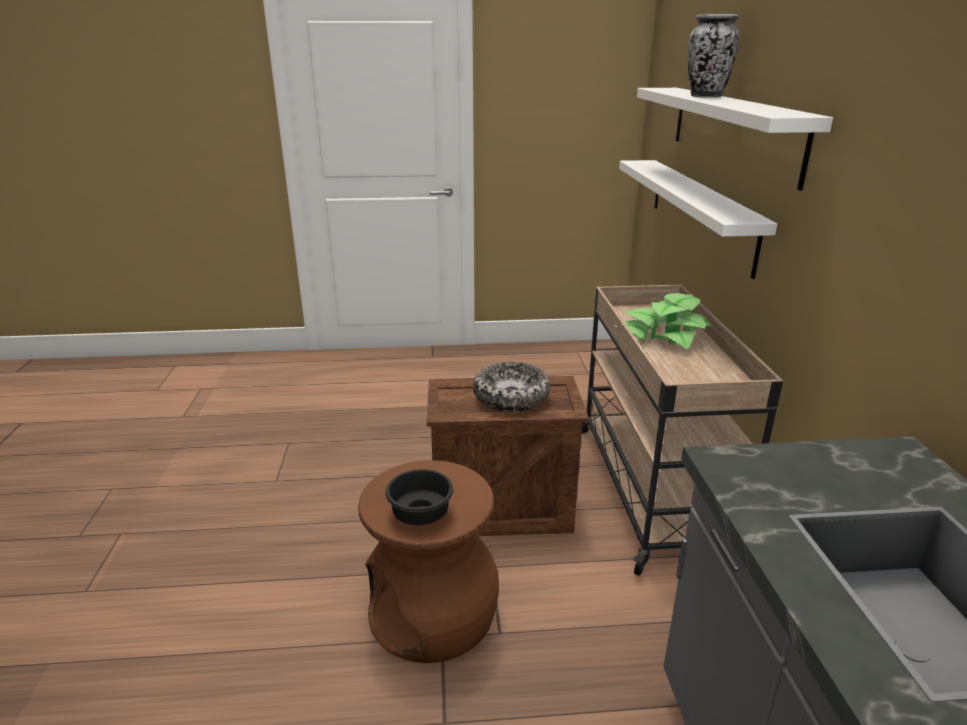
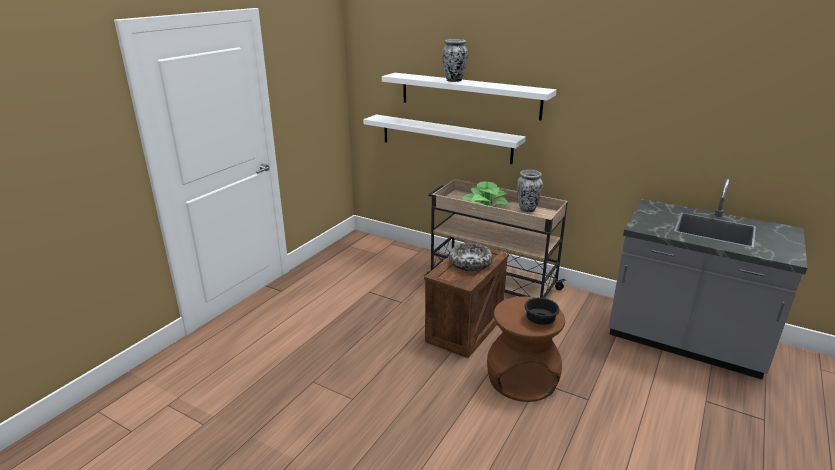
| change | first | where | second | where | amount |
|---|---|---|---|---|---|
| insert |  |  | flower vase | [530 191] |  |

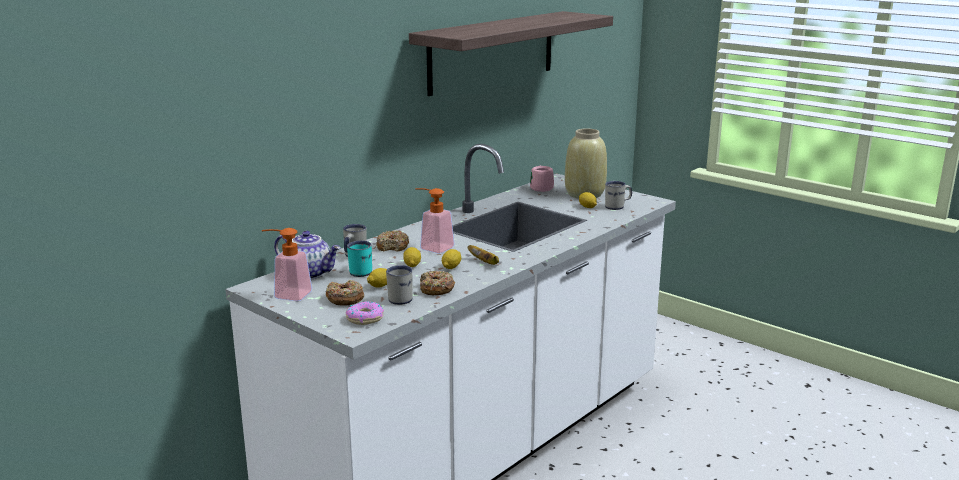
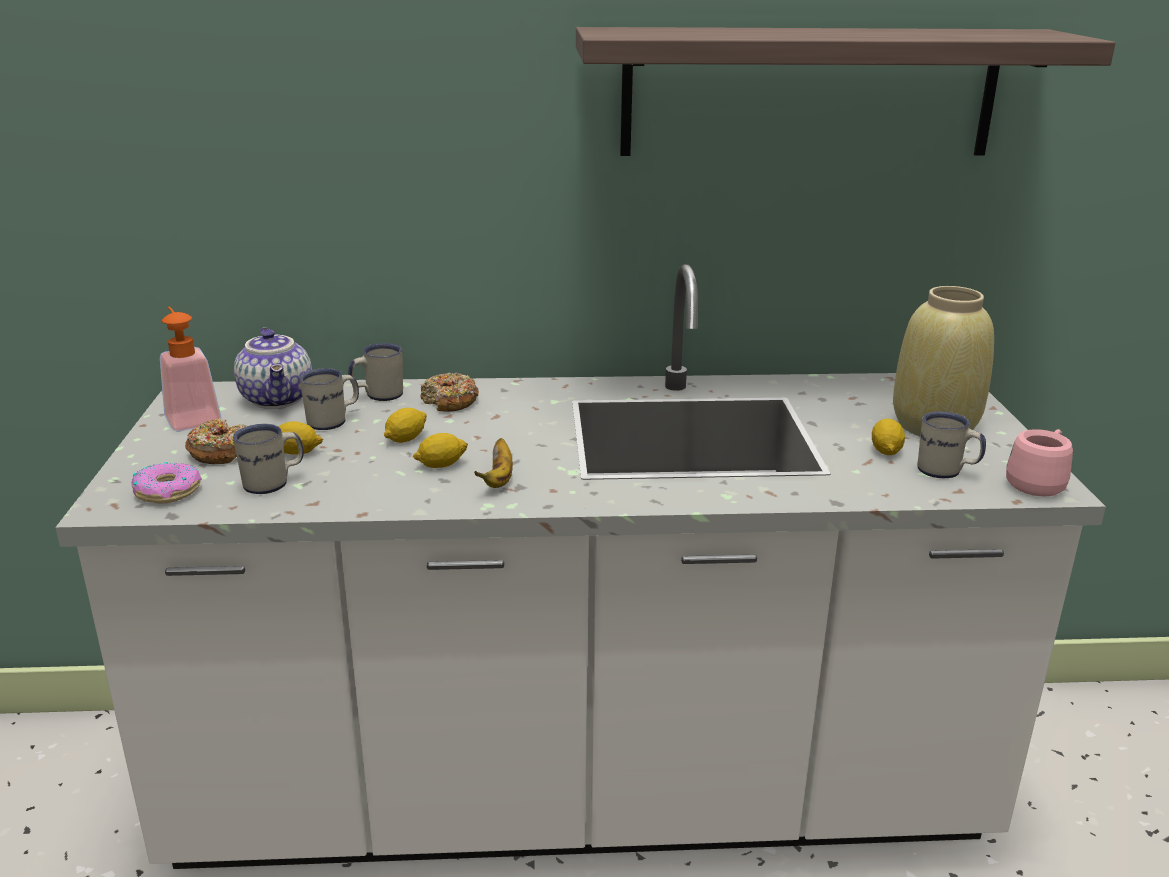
| change | first | where | second | where | amount |
|---|---|---|---|---|---|
| recolor | turquoise-coloured tea mug | [359 259] | whitish tea mug | [329 399] |  |
| delete | soap dispenser | [435 221] |  |  |  |
| delete | doughnut | [437 283] |  |  |  |
| move | pink tea mug | [542 179] |  | [1039 463] |  |

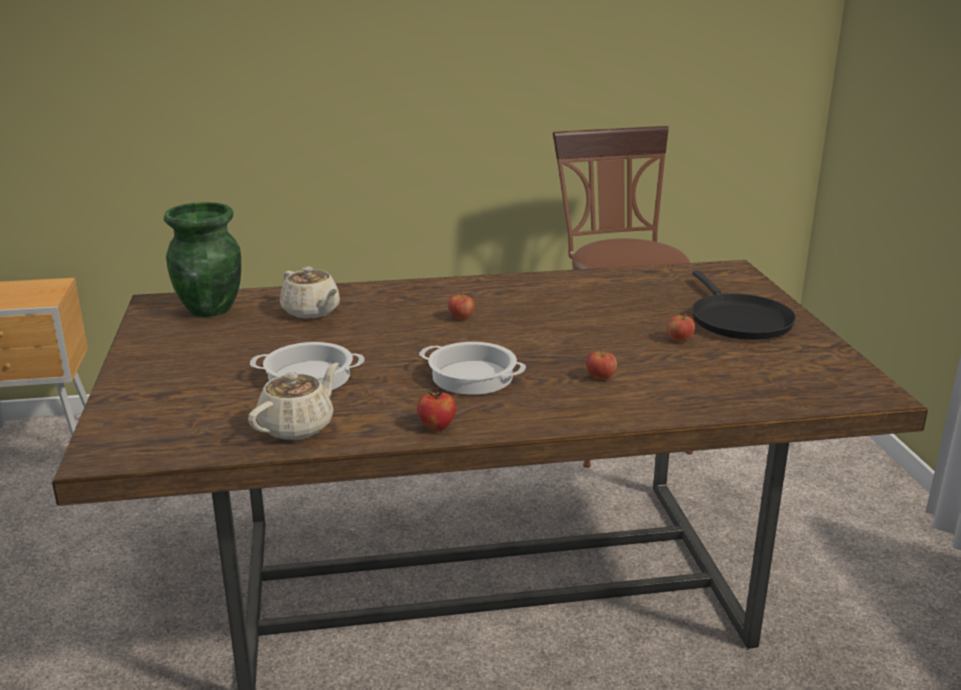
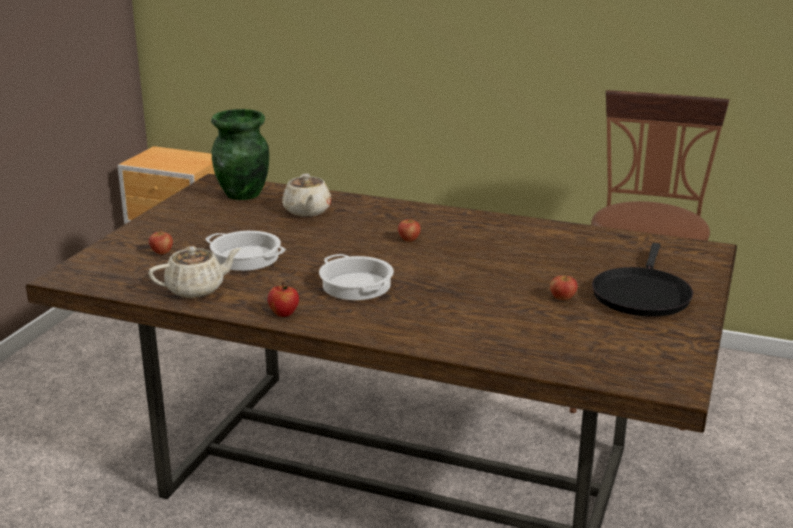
| change | first | where | second | where | amount |
|---|---|---|---|---|---|
| move | whole apple | [601 364] |  | [161 242] |  |

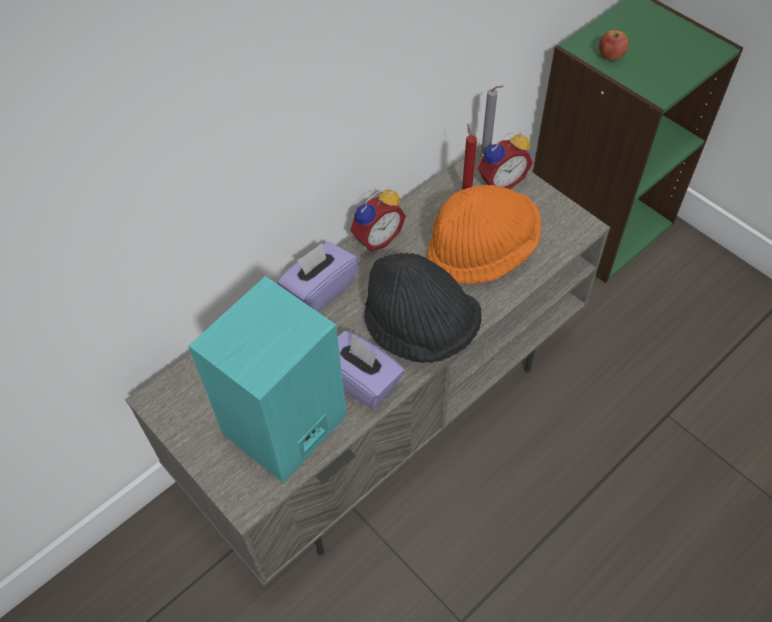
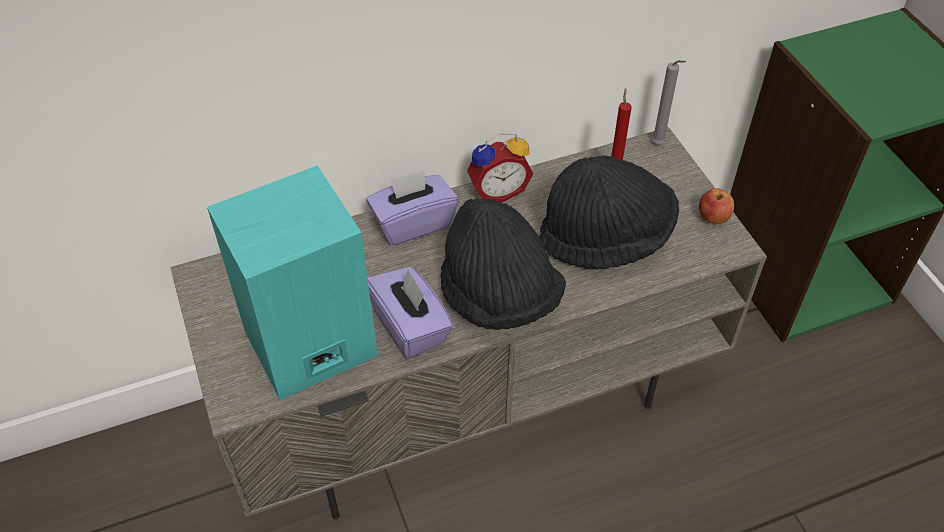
| change | first | where | second | where | amount |
|---|---|---|---|---|---|
| recolor | orangey hat | [484 234] | black hat | [609 212] |  |
| delete | alarm clock | [505 160] |  |  |  |
| move | whole apple | [614 45] |  | [716 206] |  |

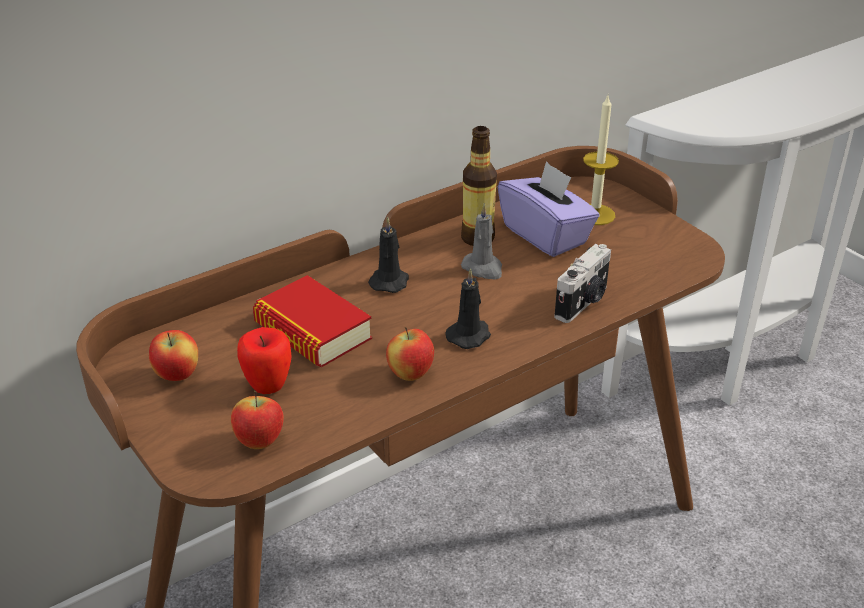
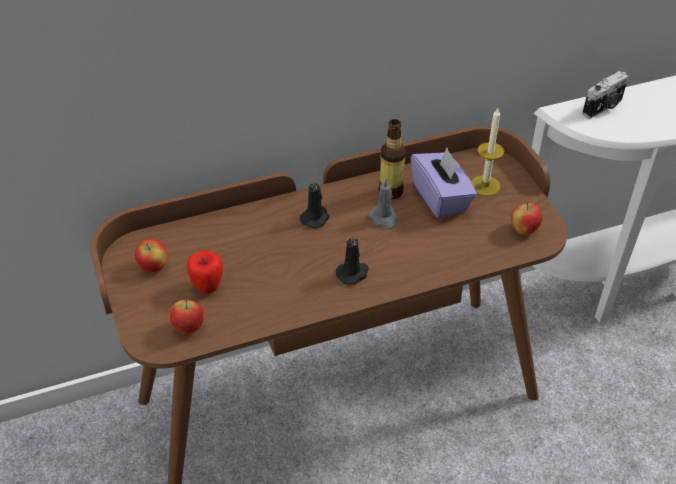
| change | first | where | second | where | amount |
|---|---|---|---|---|---|
| delete | volume | [312 321] |  |  |  |
| move | whole apple | [410 354] |  | [527 218] |  |
| move | photo camera | [582 283] |  | [605 95] |  |

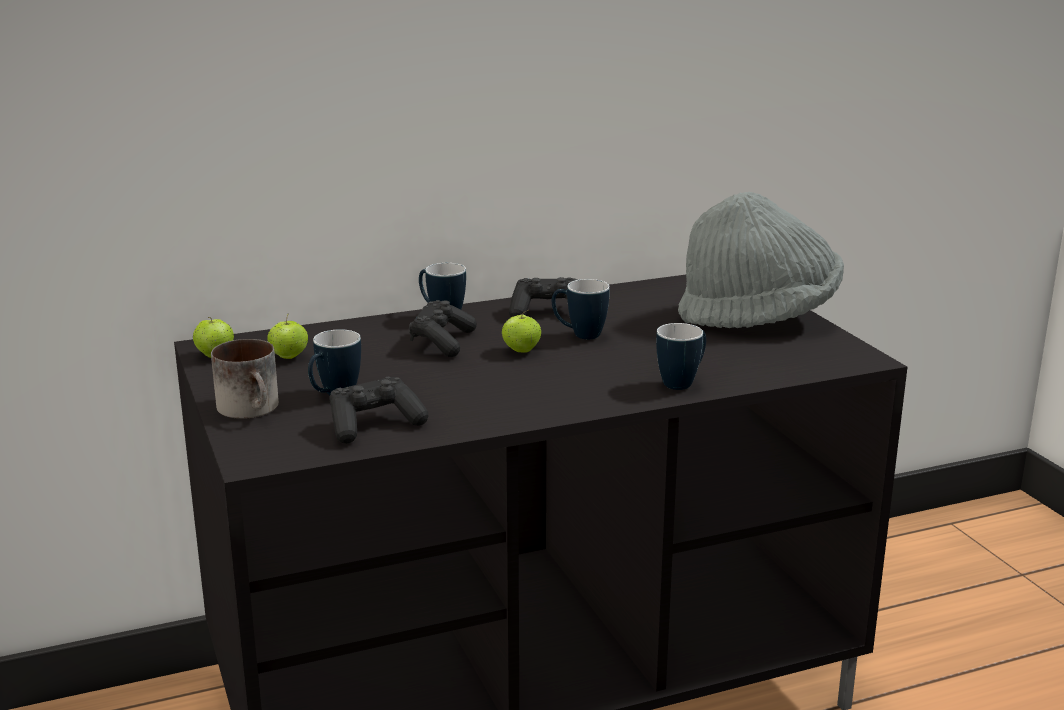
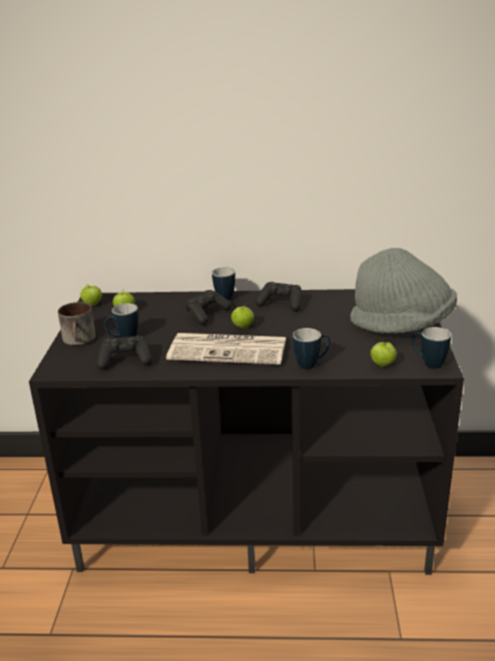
| change | first | where | second | where | amount |
|---|---|---|---|---|---|
| move | tea mug | [581 309] |  | [431 348] |  |
| insert |  |  | printed paper | [226 349] |  |
| insert |  |  | whole apple | [383 352] |  |

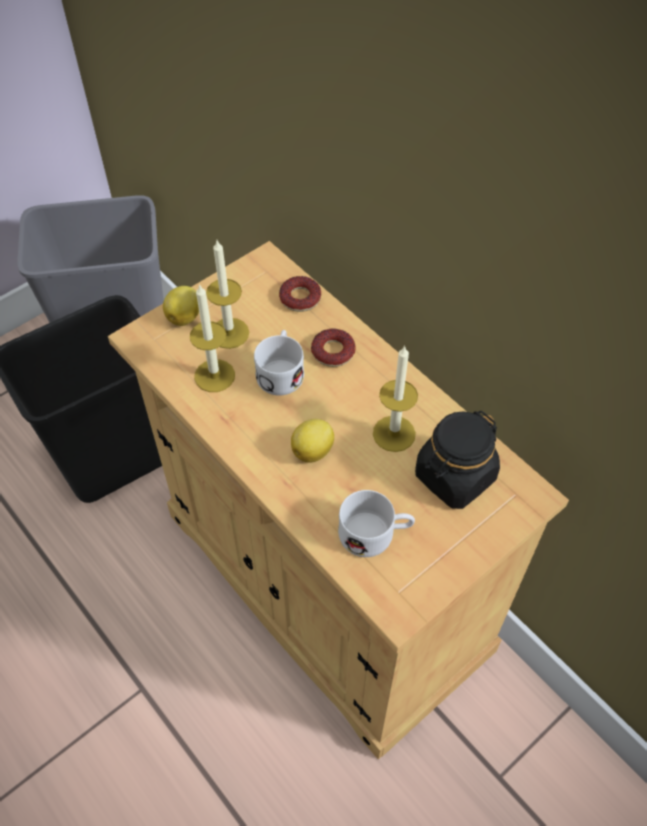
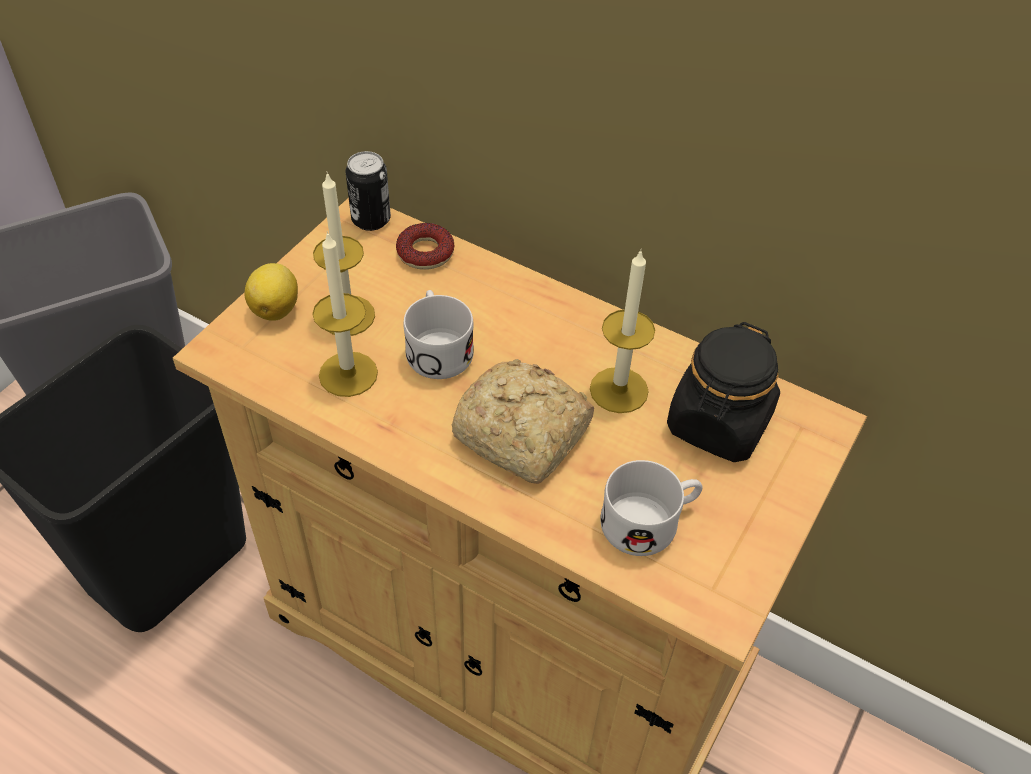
| change | first | where | second | where | amount |
|---|---|---|---|---|---|
| replace | whole lemon | [312 441] | bakery bread | [523 421] |  |
| delete | doughnut | [333 348] |  |  |  |
| insert |  |  | metal can | [368 191] |  |

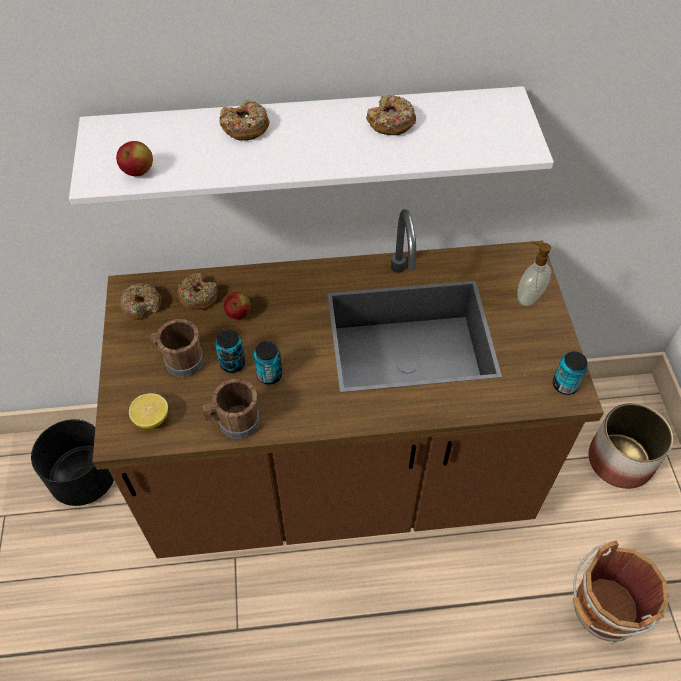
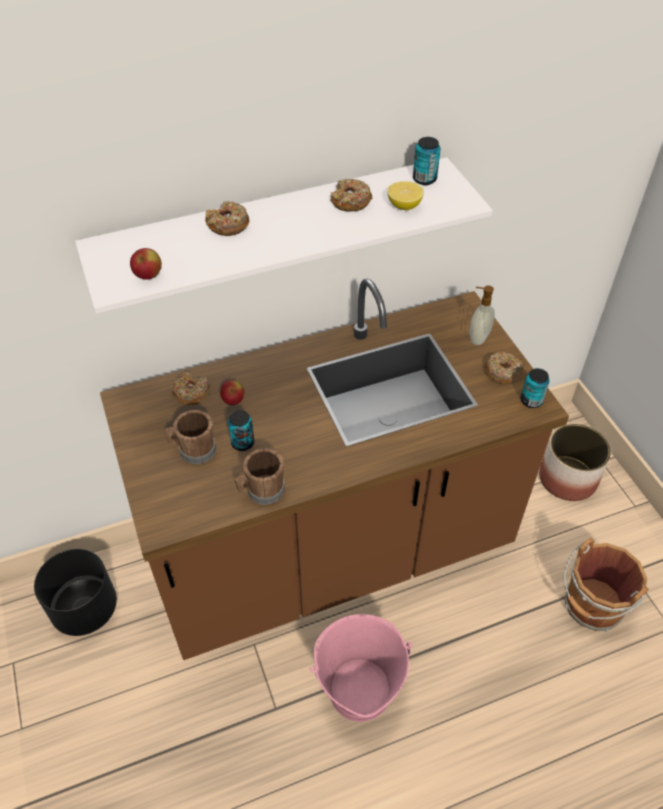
| change | first | where | second | where | amount |
|---|---|---|---|---|---|
| move | doughnut | [140 301] |  | [504 368] |  |
| move | whole lemon | [148 411] |  | [405 195] |  |
| move | metal can | [268 363] |  | [427 161] |  |
| insert |  |  | pink bucket | [361 668] |  |

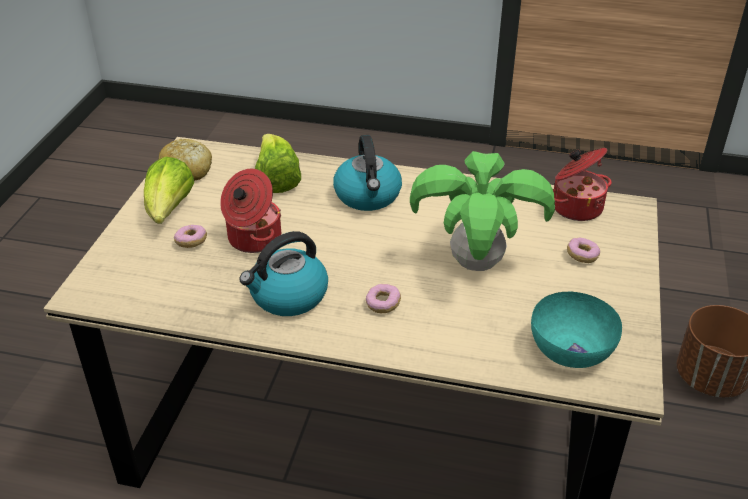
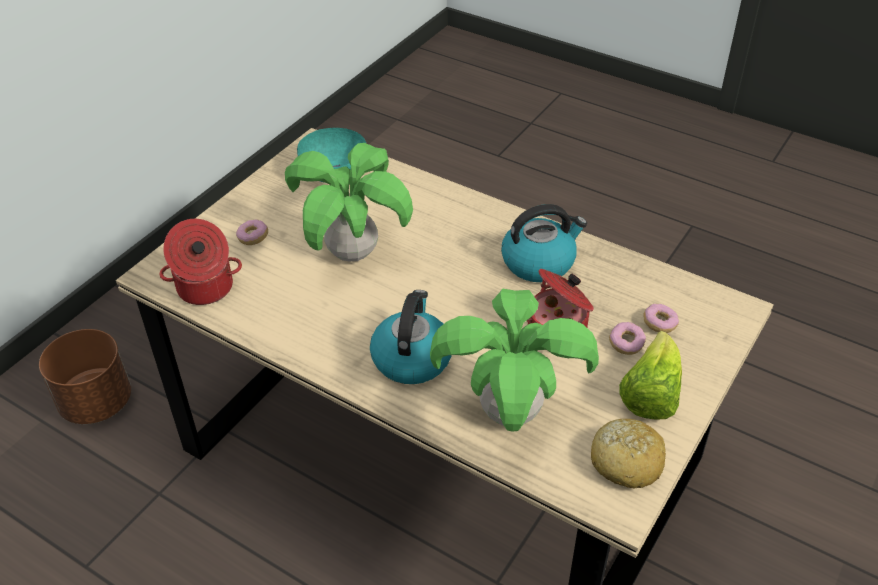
| change | first | where | second | where | amount |
|---|---|---|---|---|---|
| replace | lettuce head | [278 163] | potted plant | [514 360] |  |
| move | doughnut | [383 298] |  | [661 318] |  |

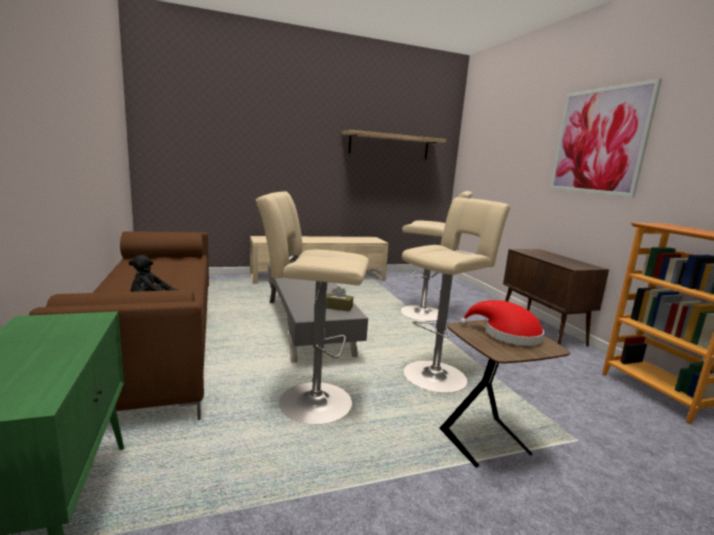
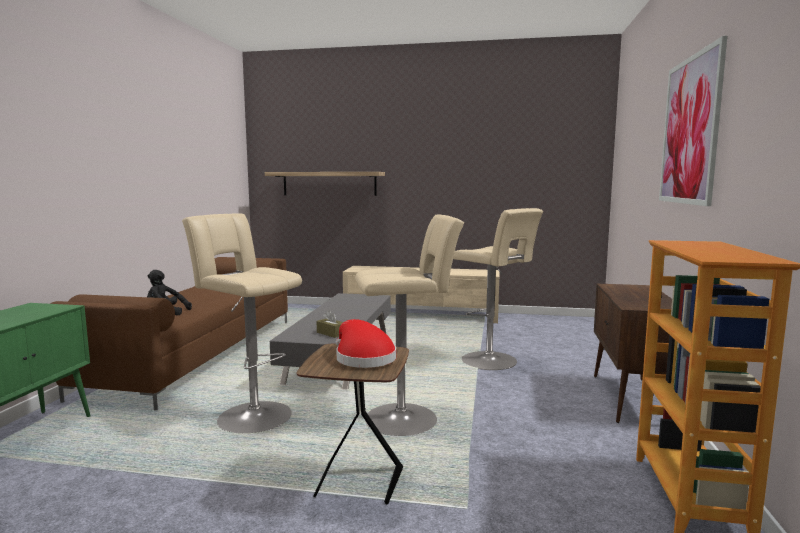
| change | first | where | second | where | amount |
|---|---|---|---|---|---|
| move | shelf | [394 144] |  | [325 184] |  |

